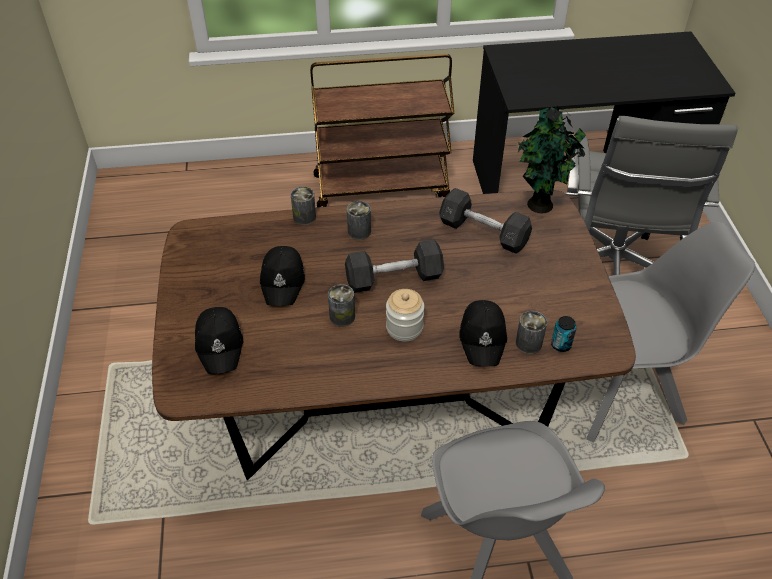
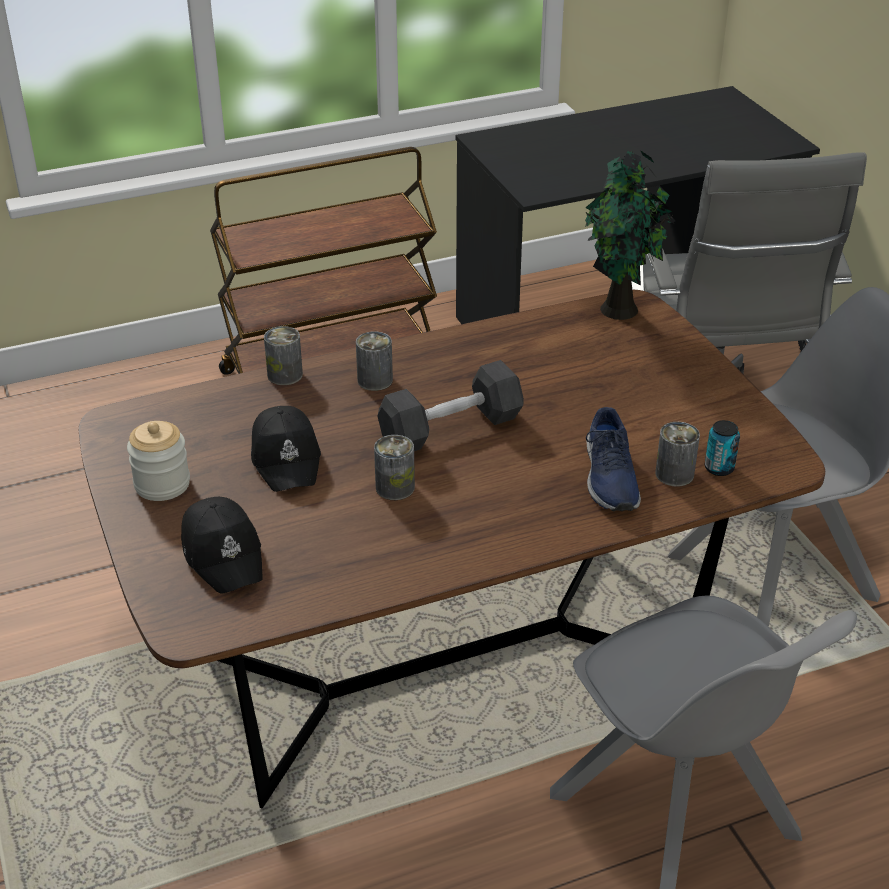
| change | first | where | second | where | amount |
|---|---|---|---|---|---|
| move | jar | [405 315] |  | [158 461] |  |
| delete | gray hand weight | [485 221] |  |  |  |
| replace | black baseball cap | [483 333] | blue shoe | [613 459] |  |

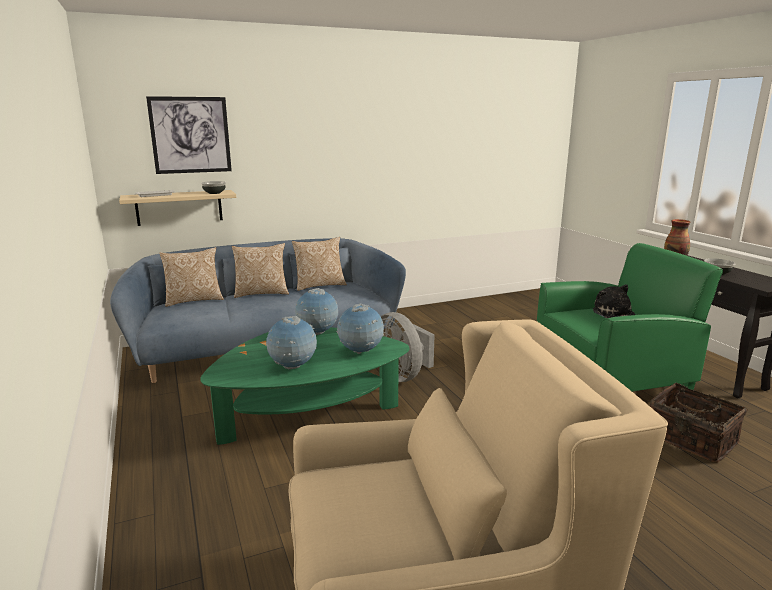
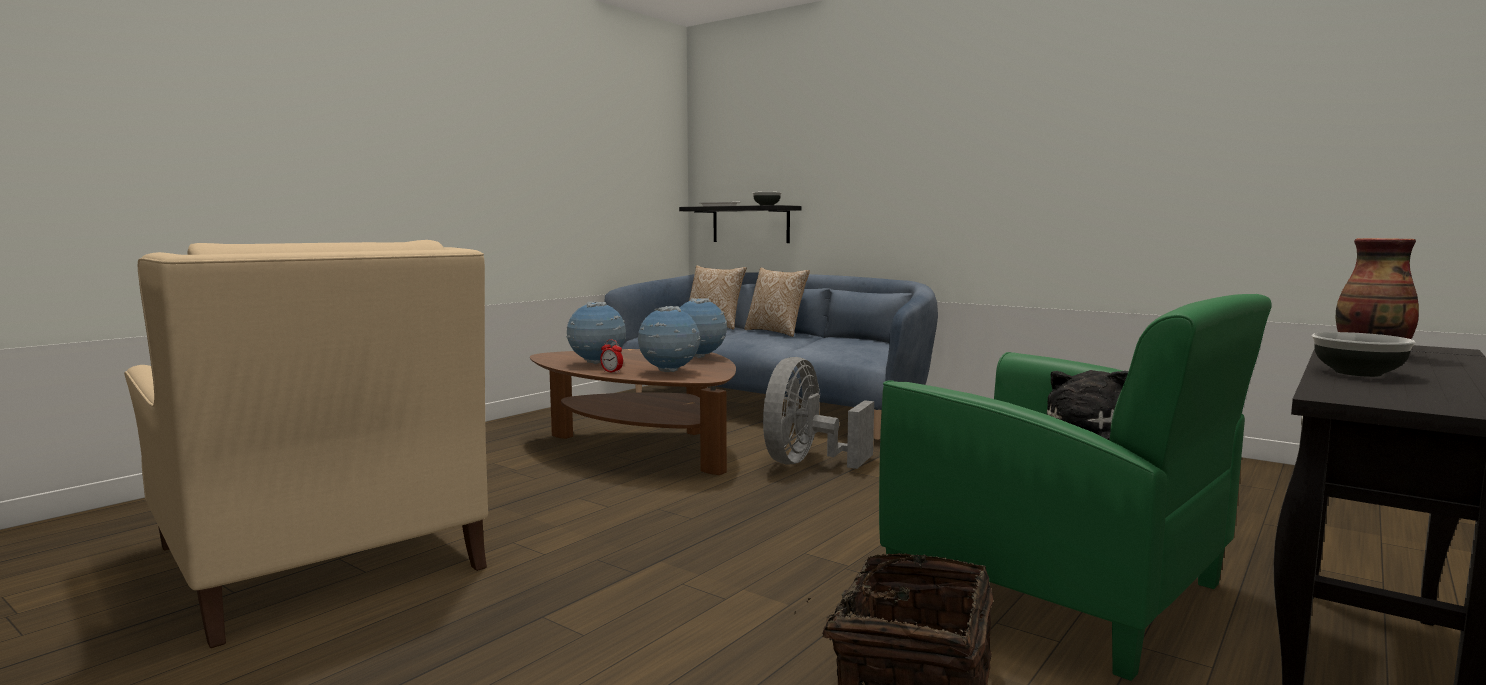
| change | first | where | second | where | amount |
|---|---|---|---|---|---|
| recolor | sand-coloured shelf | [177 208] | black shelf | [740 224] |  |
| delete | wall picture | [189 135] |  |  |  |
| recolor | greenish coffee table | [304 386] | brownish coffee table | [633 412] |  |
| delete | throw pillow | [319 264] |  |  |  |
| insert |  |  | alarm clock | [611 356] |  |

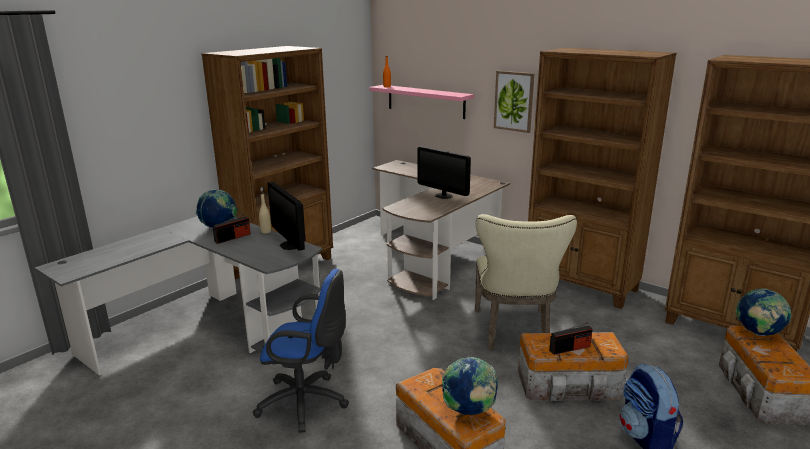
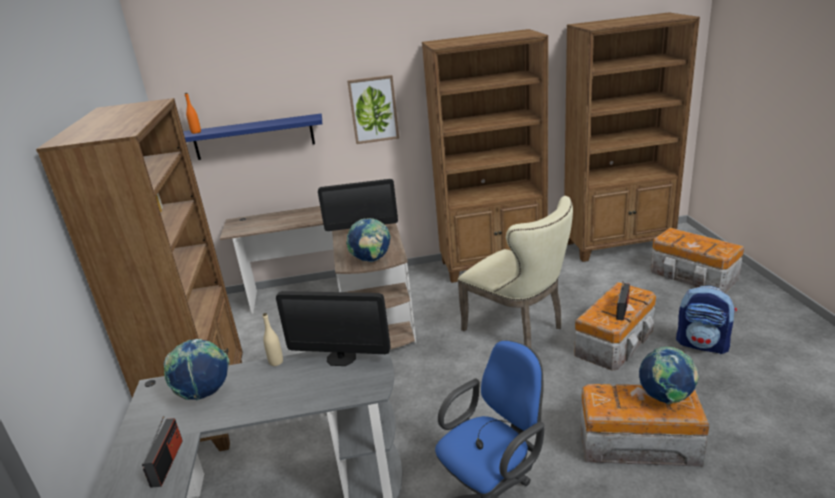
| change | first | where | second | where | amount |
|---|---|---|---|---|---|
| move | radio set | [232 229] |  | [162 452] |  |
| recolor | pink shelf | [421 102] | blue shelf | [252 137] |  |
| move | globe | [764 312] |  | [368 240] |  |

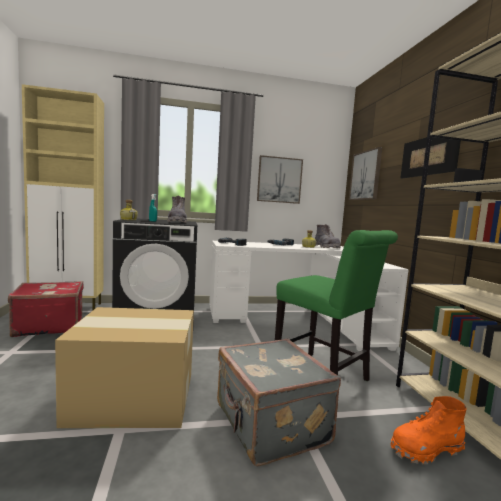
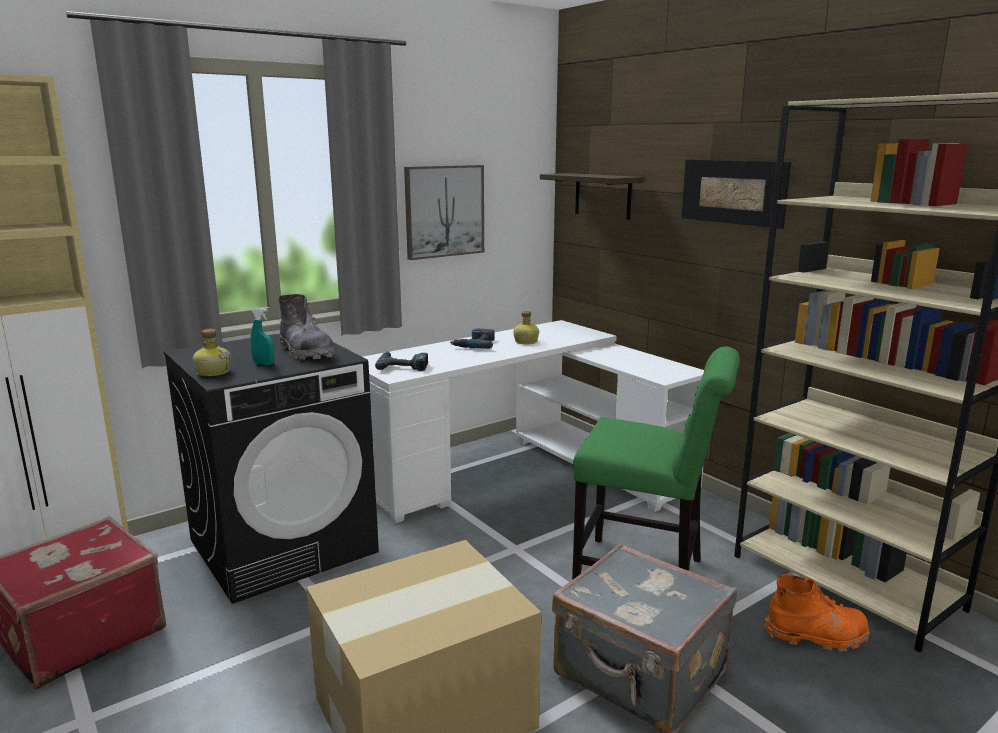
| change | first | where | second | where | amount |
|---|---|---|---|---|---|
| delete | gray high-top boot | [328 236] |  |  |  |
| replace | wall picture | [365 173] | shelf | [592 196] |  |
| rotate | orangey high-top boot | [428 430] |  | [817 613] | 135 degrees counterclockwise |

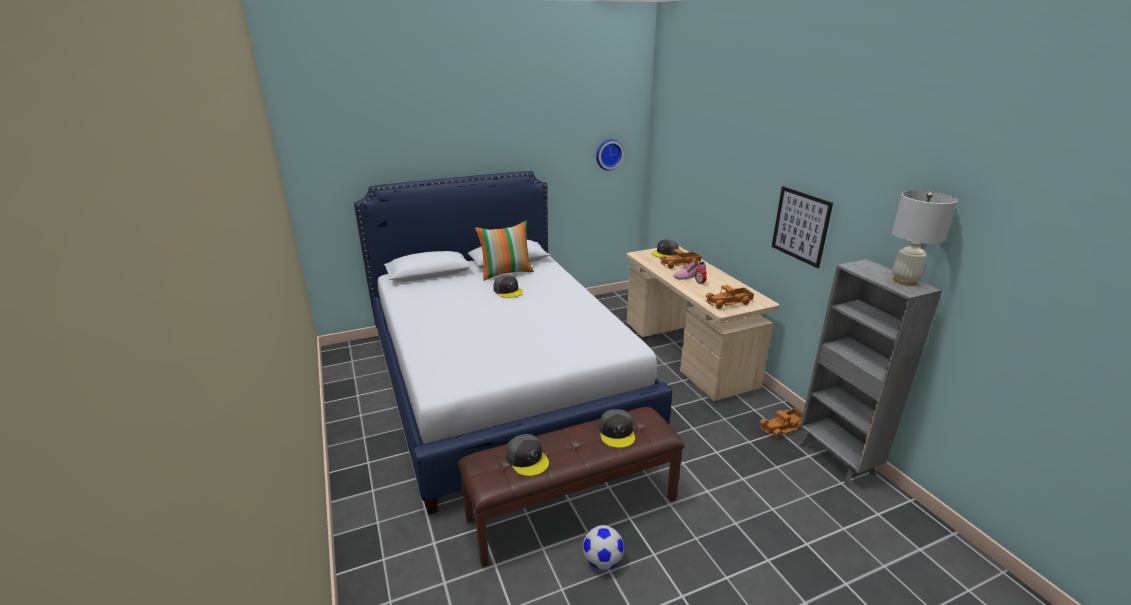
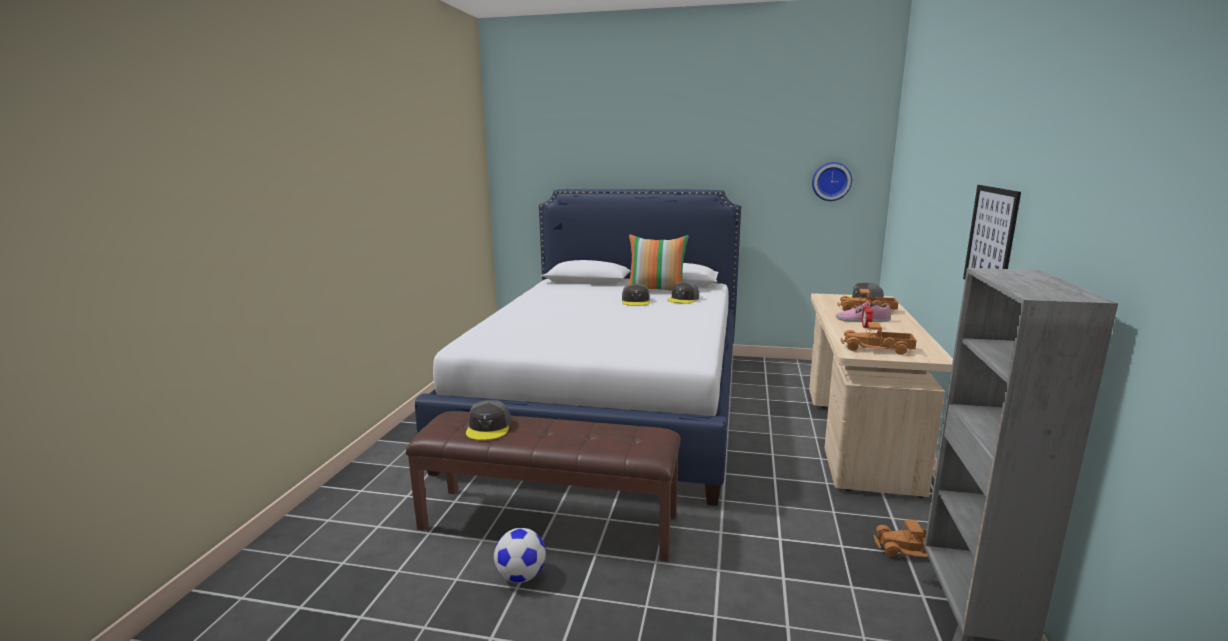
| change | first | where | second | where | amount |
|---|---|---|---|---|---|
| move | gray baseball cap | [617 428] |  | [683 293] |  |
| delete | whitish table lamp | [925 238] |  |  |  |

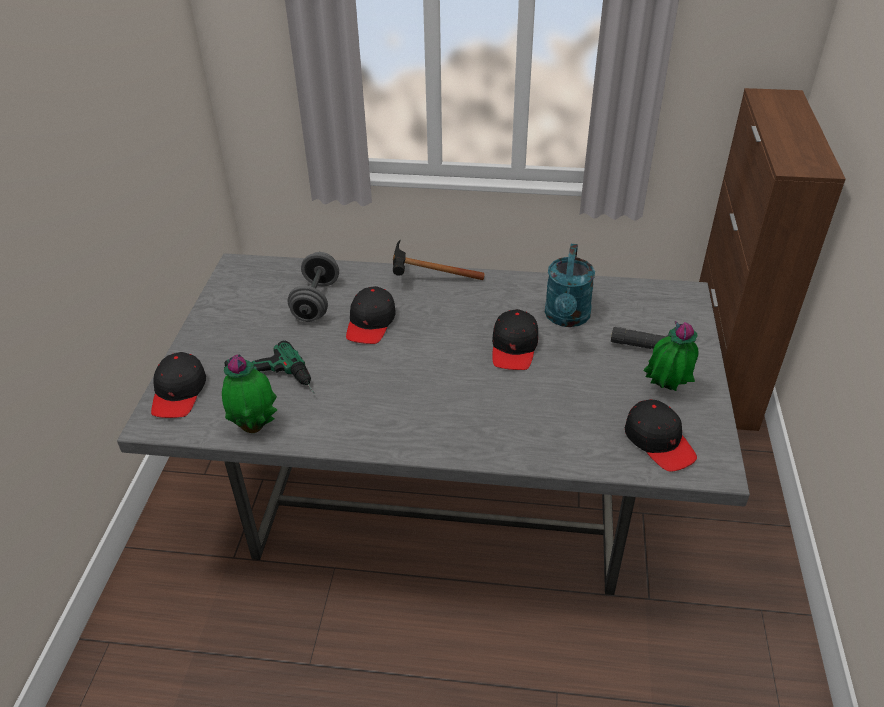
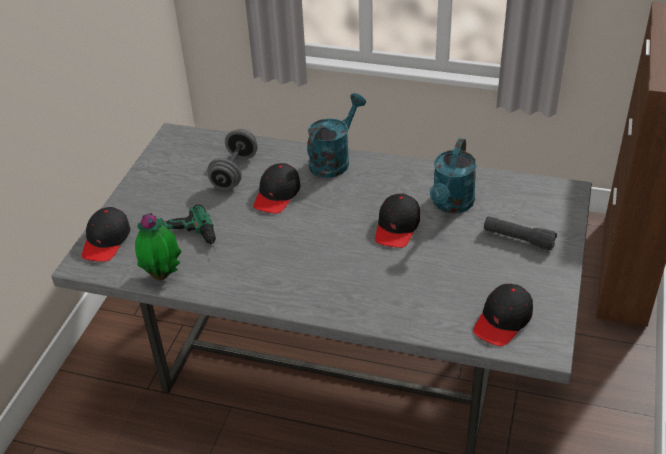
| change | first | where | second | where | amount |
|---|---|---|---|---|---|
| replace | hand hammer | [439 259] | turquoise-coloured watering pot | [336 135] |  |
| rotate | black baseball cap | [661 435] |  | [503 315] | 60 degrees clockwise |
| delete | potted plant | [671 356] |  |  |  |

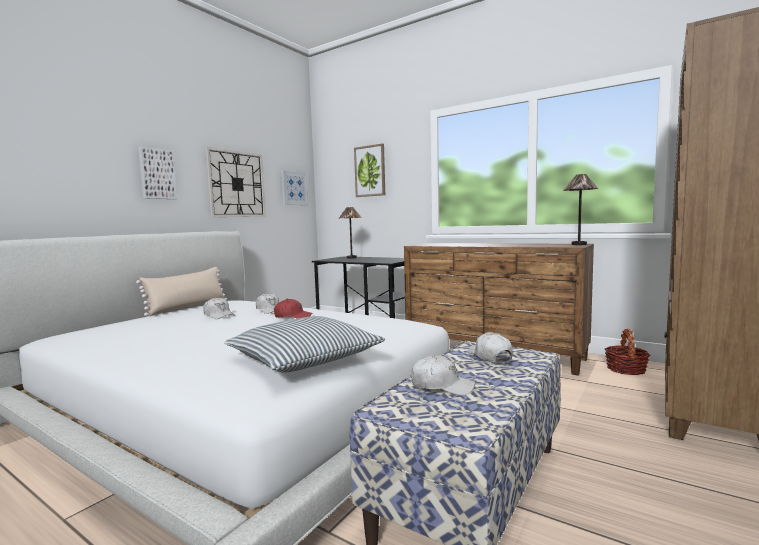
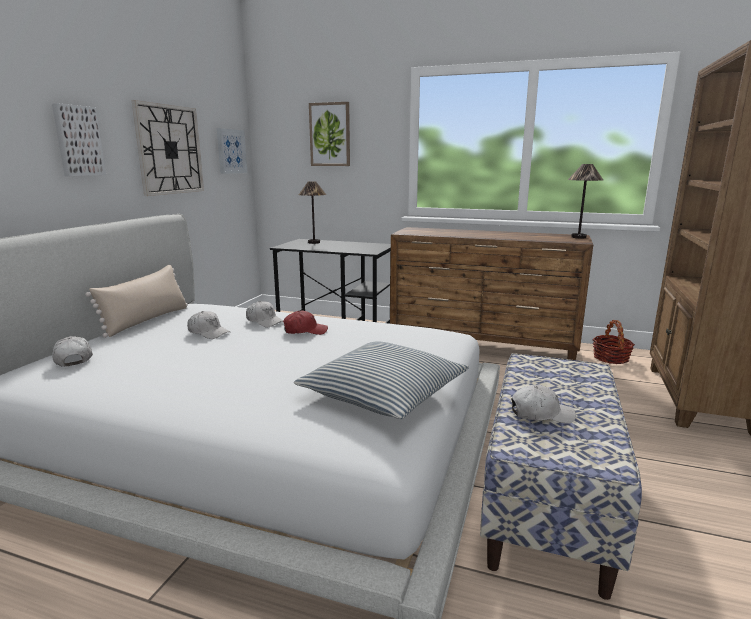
| change | first | where | second | where | amount |
|---|---|---|---|---|---|
| move | whitish baseball cap | [490 347] |  | [72 351] |  |

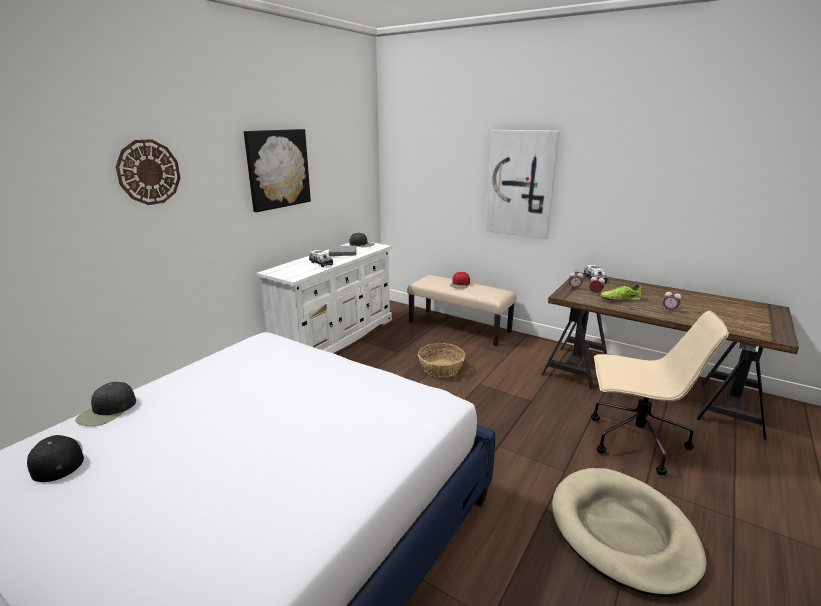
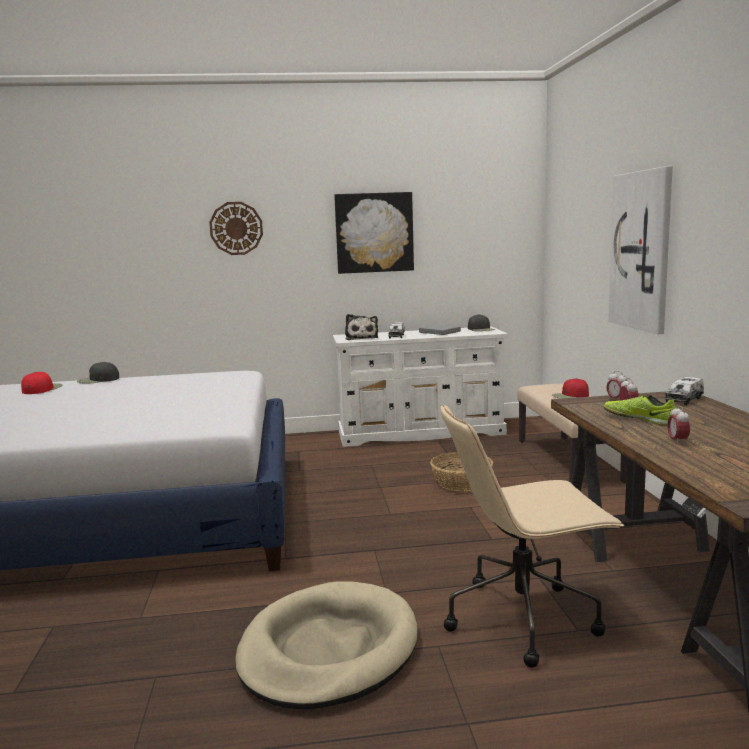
| change | first | where | second | where | amount |
|---|---|---|---|---|---|
| recolor | black baseball cap | [55 458] | red-coloured baseball cap | [42 383] |  |
| rotate | sand-coloured computer chair | [660 393] |  | [532 536] | 105 degrees clockwise |
| insert |  |  | cuddly toy | [361 327] |  |

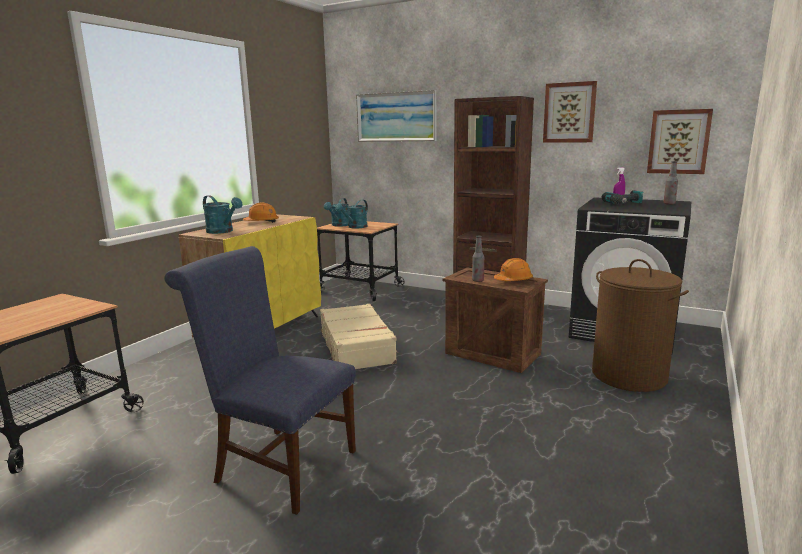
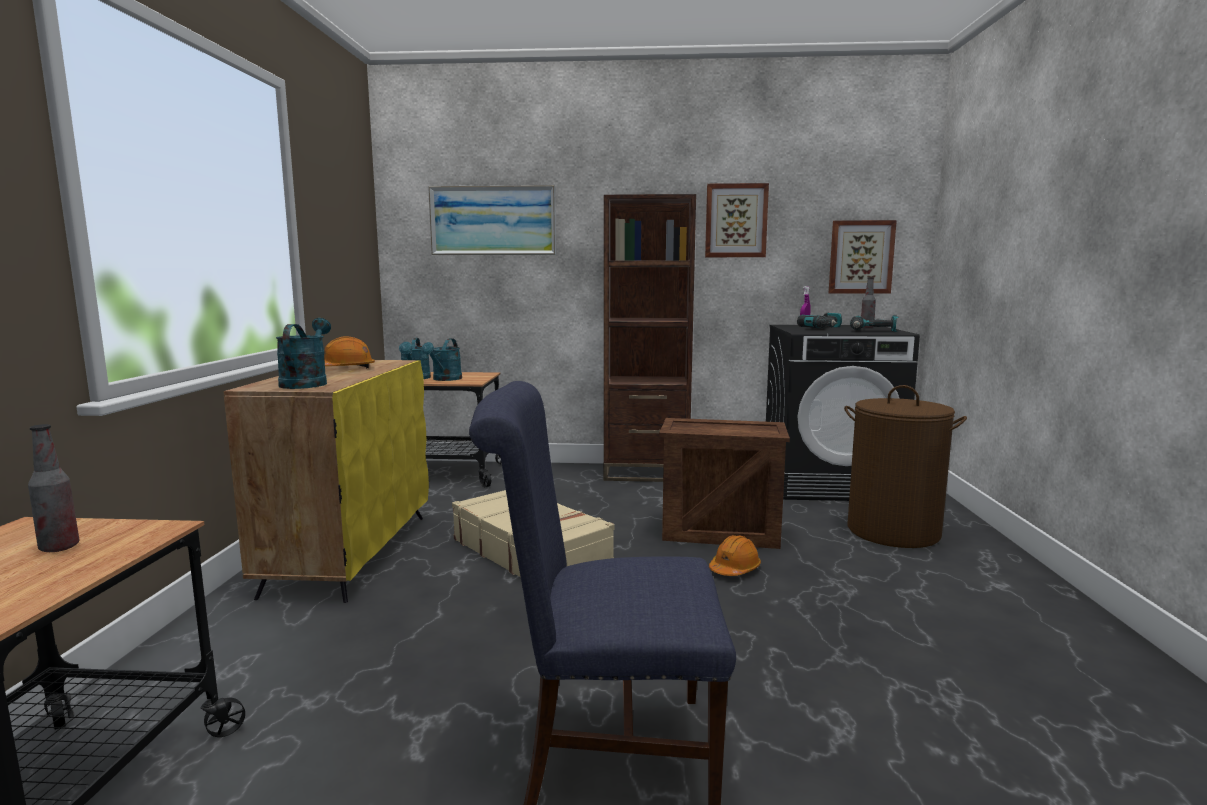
| change | first | where | second | where | amount |
|---|---|---|---|---|---|
| rotate | turquoise-coloured watering pot | [223 214] |  | [303 353] | 105 degrees counterclockwise |
| move | beverage bottle | [478 259] |  | [53 488] |  |
| move | orangey work helmet | [513 269] |  | [735 555] |  |
| insert |  |  | drill | [874 323] |  |

